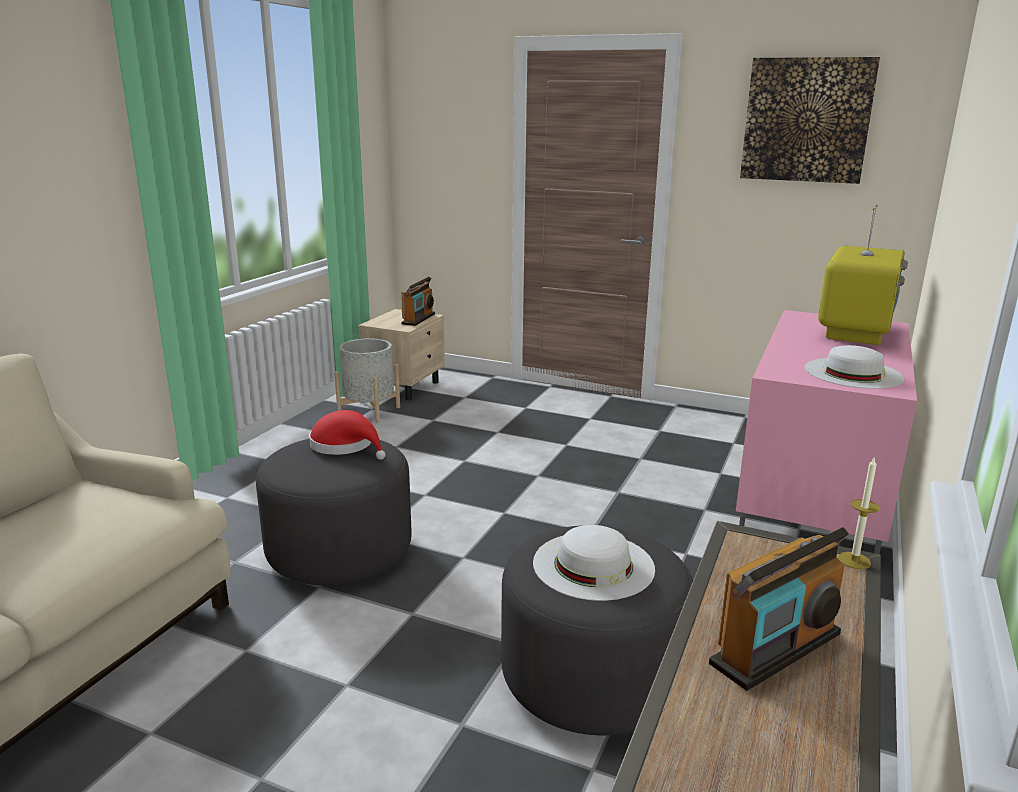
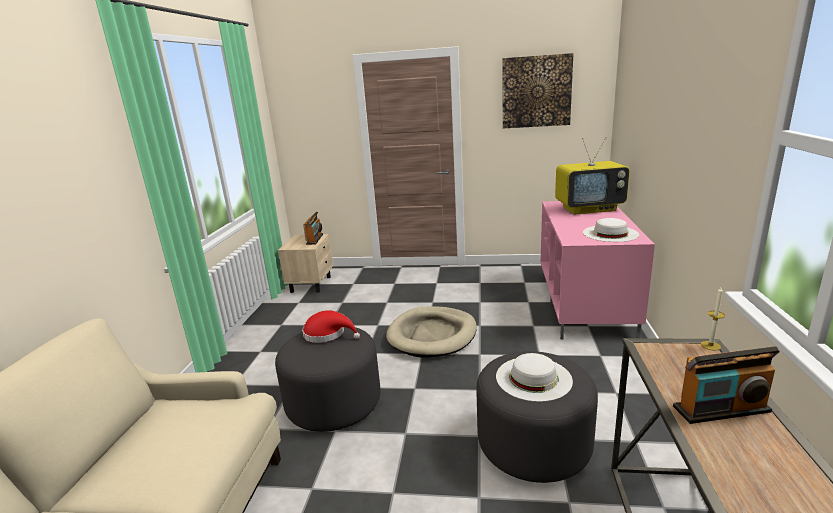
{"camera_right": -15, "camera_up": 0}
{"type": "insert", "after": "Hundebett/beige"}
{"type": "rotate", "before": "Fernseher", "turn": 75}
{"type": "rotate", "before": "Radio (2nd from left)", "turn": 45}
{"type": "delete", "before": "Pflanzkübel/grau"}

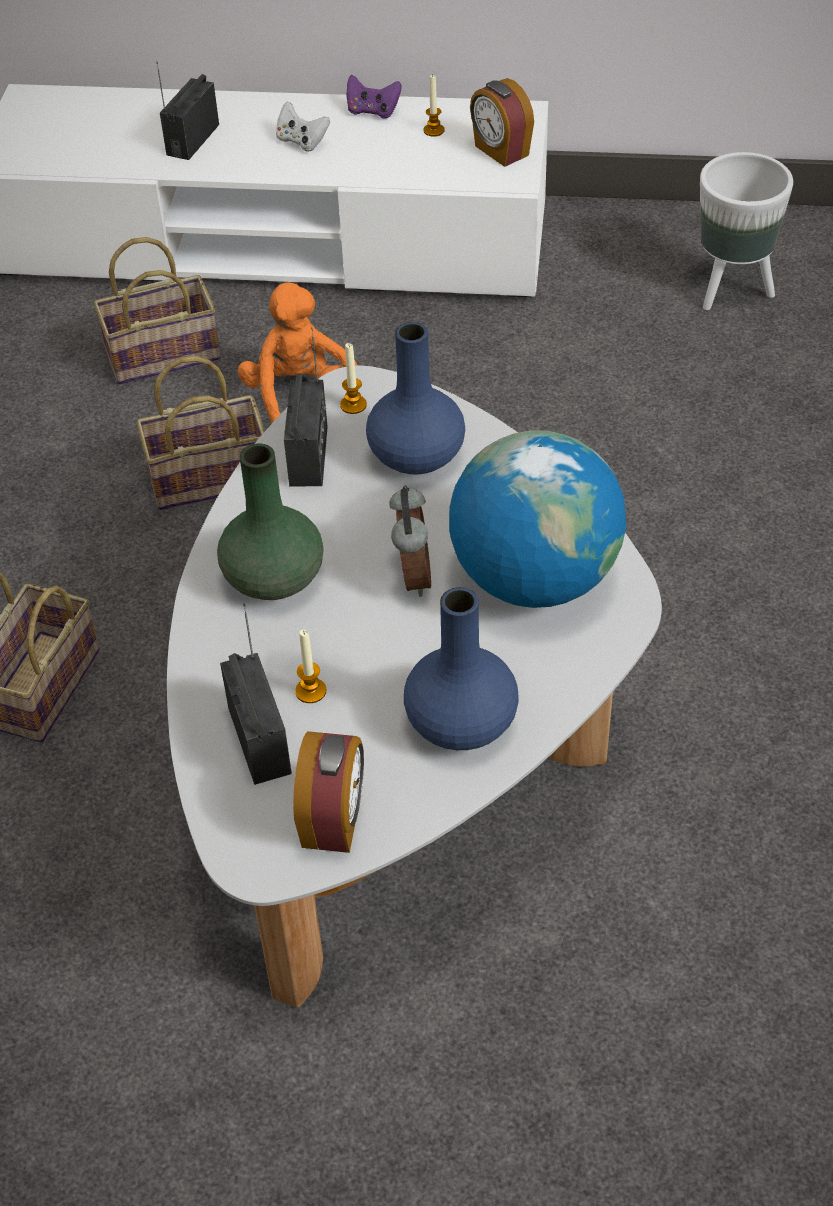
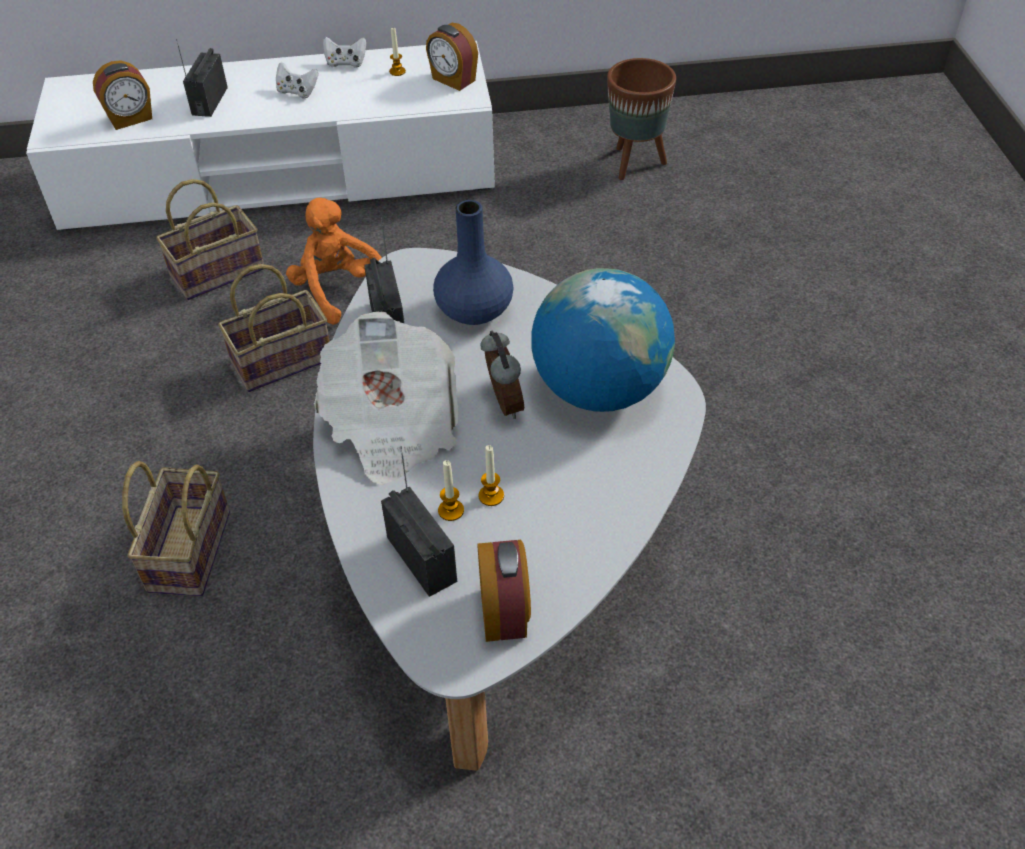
{"camera_right": -15, "camera_up": 0}
{"type": "insert", "after": "Wecker (1st from left)"}
{"type": "replace", "before": "Vase/grün", "after": "Zeitung"}
{"type": "recolor", "before": "Gamepad/lila", "after": "Gamepad/weiß (2nd from left)"}
{"type": "move", "before": "Kerze (2nd from left in the first image)", "after": "Kerze (3rd from left)"}
{"type": "recolor", "before": "Pflanzkübel/weiß", "after": "Pflanzkübel/braun"}
{"type": "delete", "before": "Vase/blau (2nd from left)"}

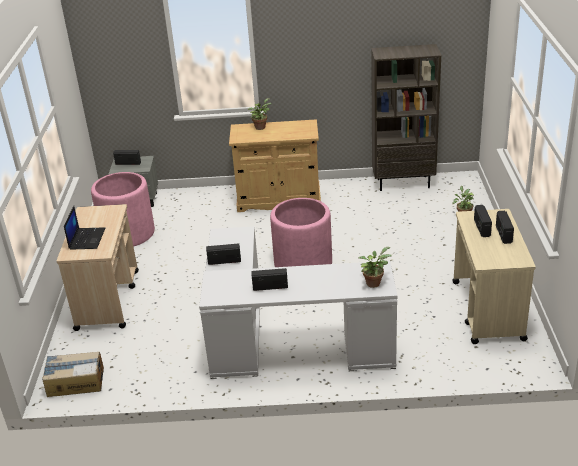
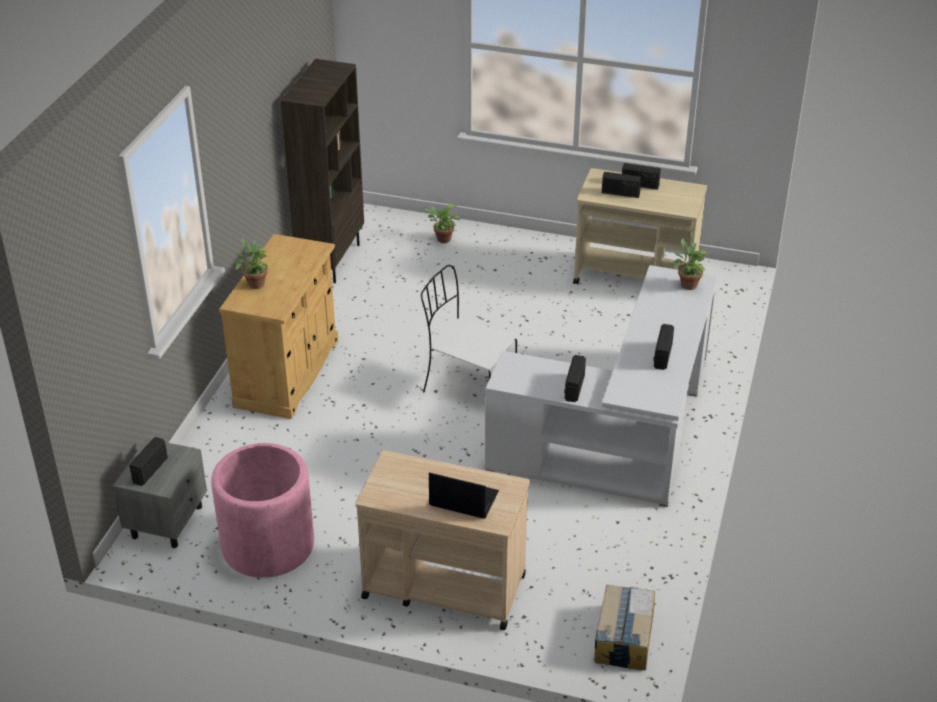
{"camera_right": -75, "camera_up": 5}
{"type": "replace", "before": "Pflanzkübel/rosa (2nd from left)", "after": "Stuhl/weiß"}

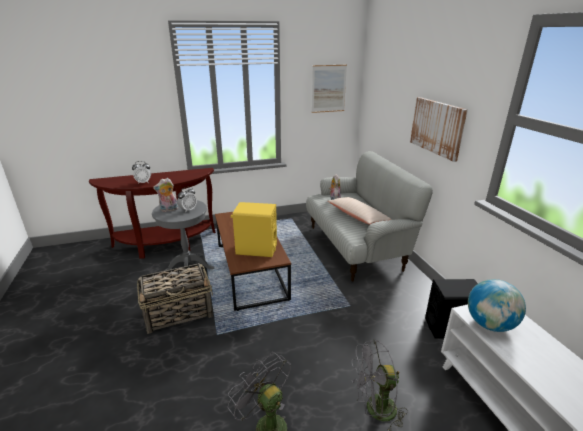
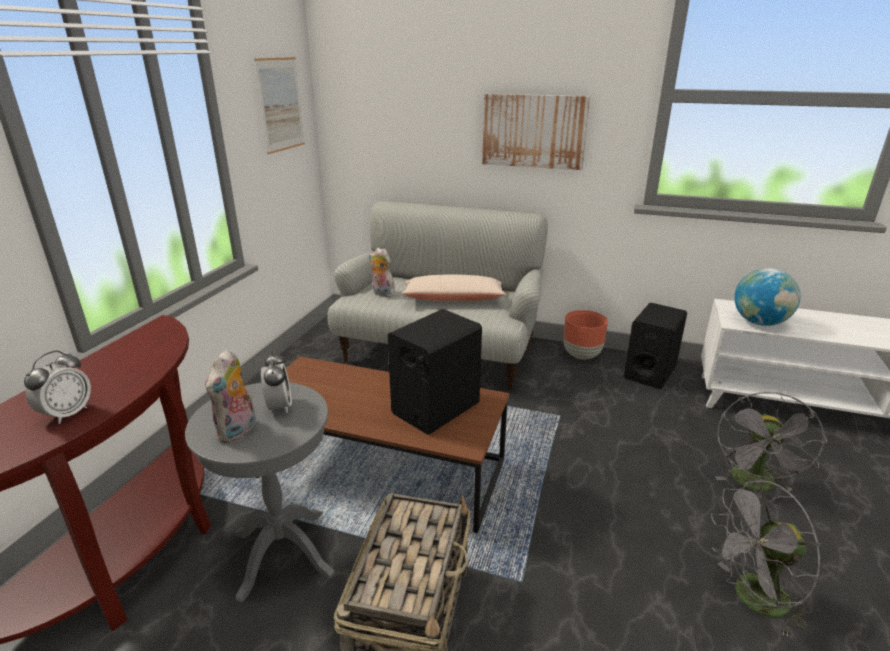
{"camera_right": -55, "camera_up": 0}
{"type": "recolor", "before": "Lautsprecher/gelb", "after": "Lautsprecher/schwarz (1st from left)"}
{"type": "insert", "after": "Pflanzkübel/braun"}

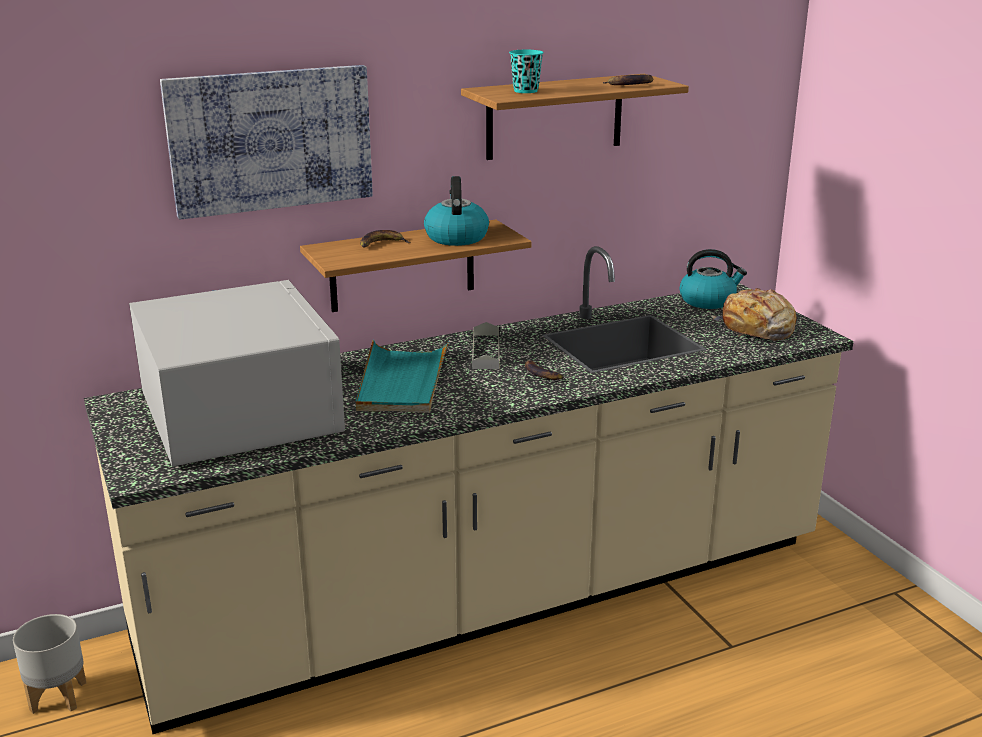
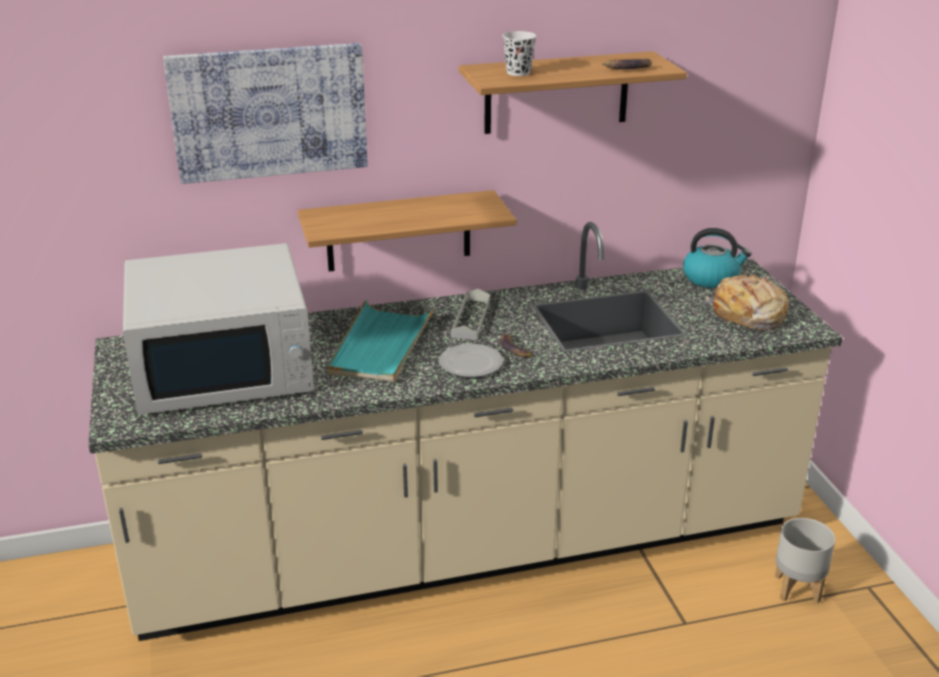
{"camera_right": 10, "camera_up": 5}
{"type": "rotate", "before": "Mikrowelle/weiß", "turn": 90}
{"type": "insert", "after": "Teller"}
{"type": "recolor", "before": "Tasse/türkis", "after": "Tasse/weiß"}
{"type": "move", "before": "Pflanzkübel/grau"}
{"type": "delete", "before": "Banane (1st from left)"}
{"type": "delete", "before": "Wasserkessel (1st from left)"}

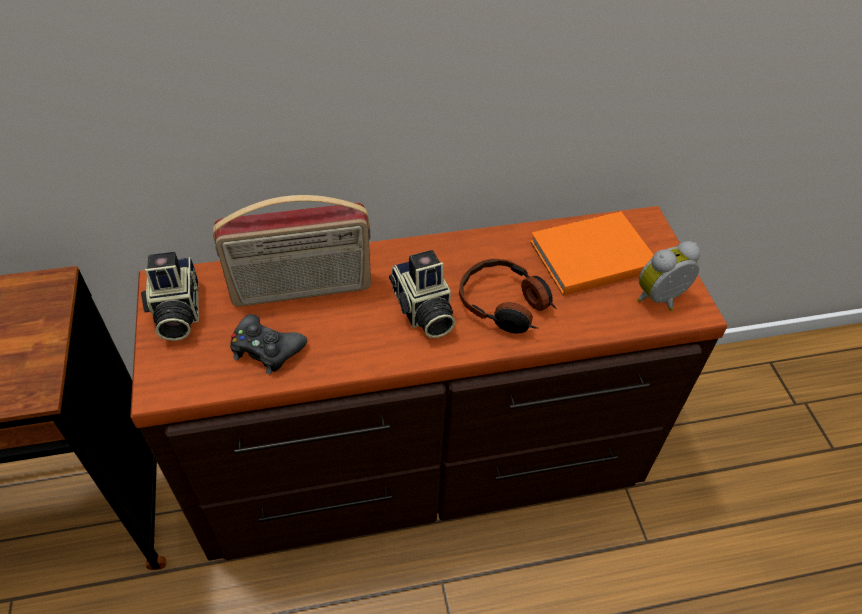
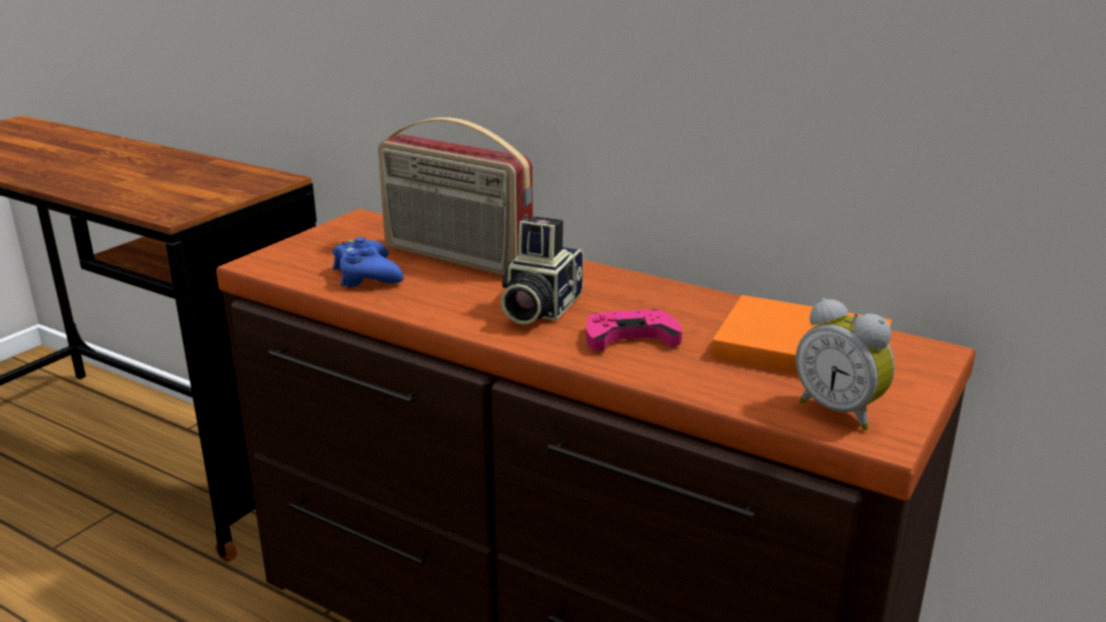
{"camera_right": 45, "camera_up": -25}
{"type": "recolor", "before": "Gamepad/schwarz", "after": "Gamepad/blau"}
{"type": "replace", "before": "Kopfhörer", "after": "Gamepad/rosa"}
{"type": "rotate", "before": "Wecker", "turn": -150}
{"type": "delete", "before": "Kamera (1st from left)"}

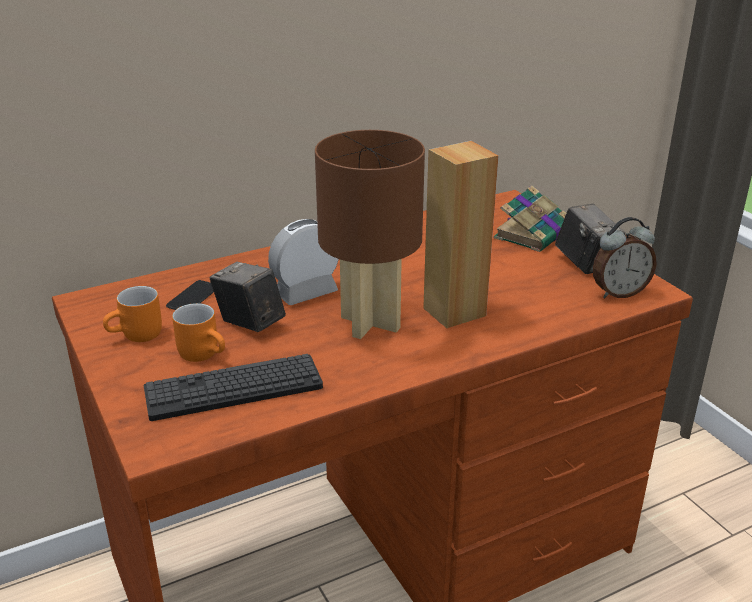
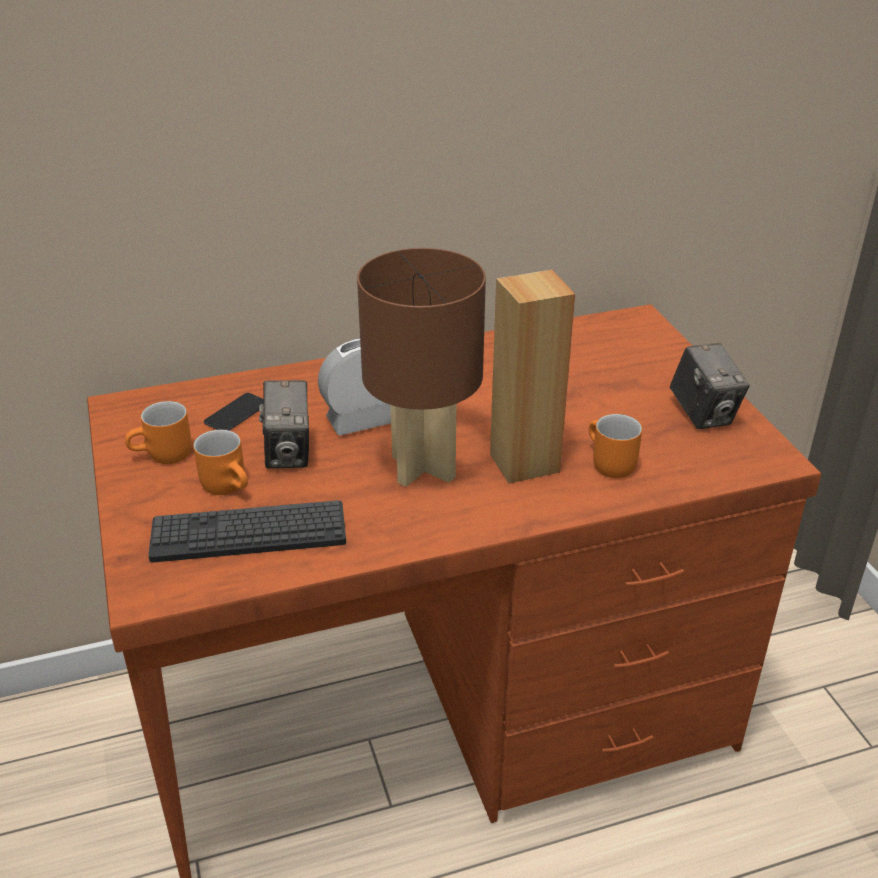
{"camera_right": 10, "camera_up": 5}
{"type": "rotate", "before": "Kamera (1st from left)", "turn": -150}
{"type": "insert", "after": "Henkelbecher/orange (3rd from left)"}
{"type": "delete", "before": "Buch"}
{"type": "delete", "before": "Wecker (2nd from left)"}

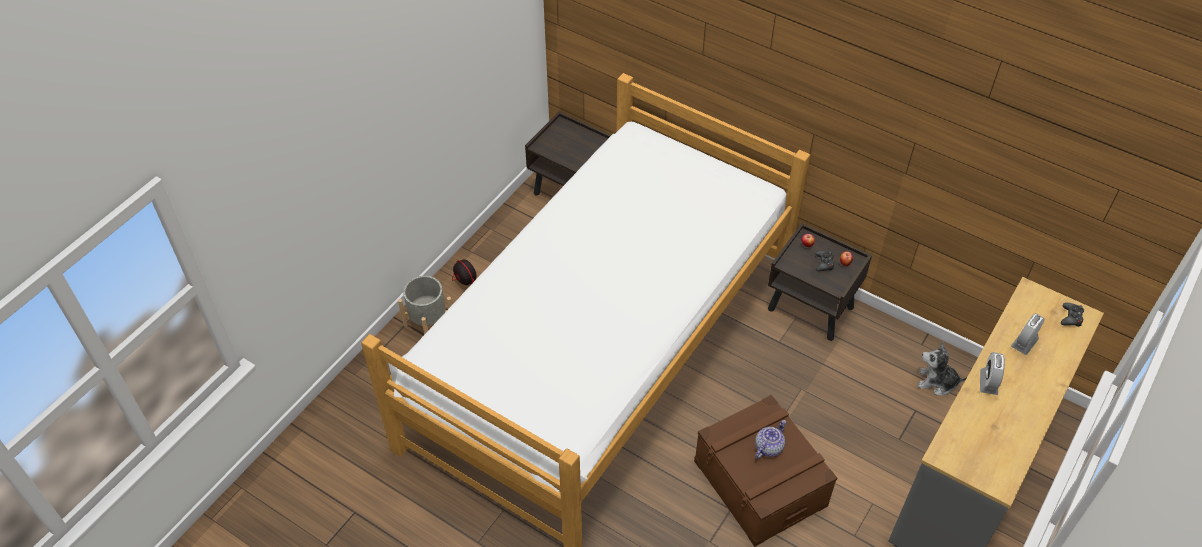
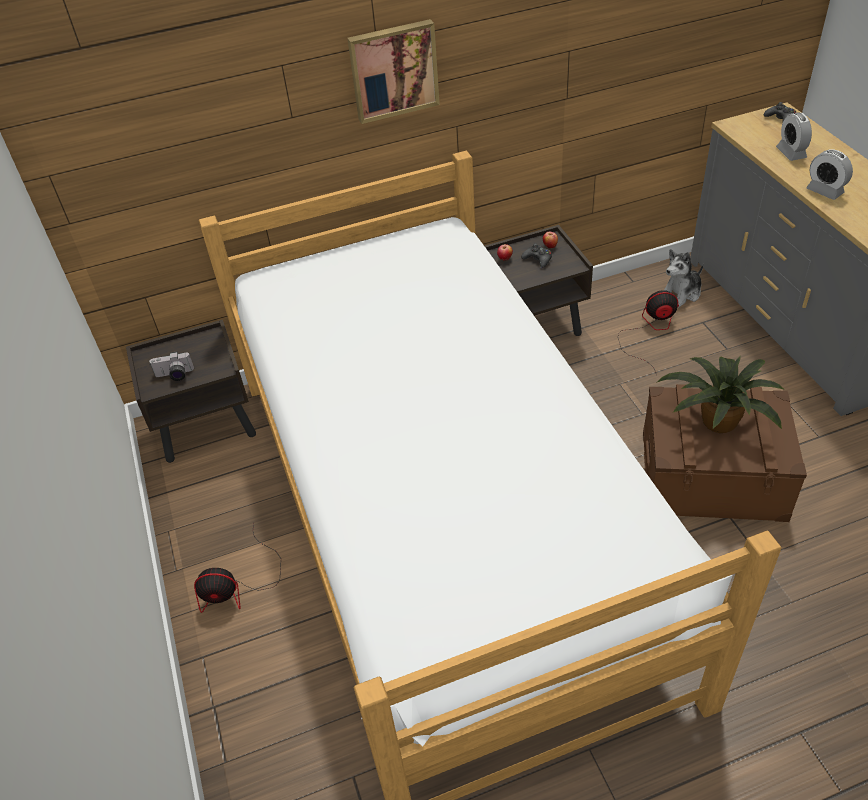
{"camera_right": -50, "camera_up": -5}
{"type": "insert", "after": "Kamera"}
{"type": "insert", "after": "Bild"}
{"type": "insert", "after": "Ventilator (2nd from left)"}
{"type": "replace", "before": "Teekanne", "after": "Topfpflanze"}
{"type": "delete", "before": "Pflanzkübel/grau"}

